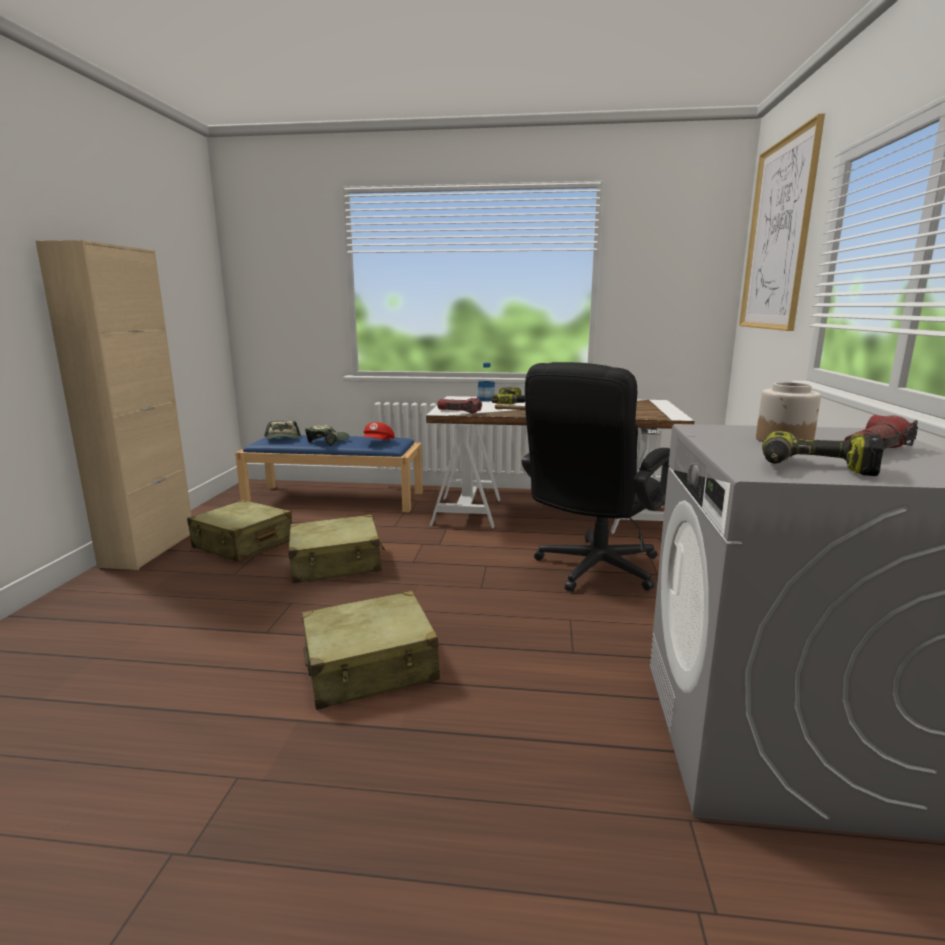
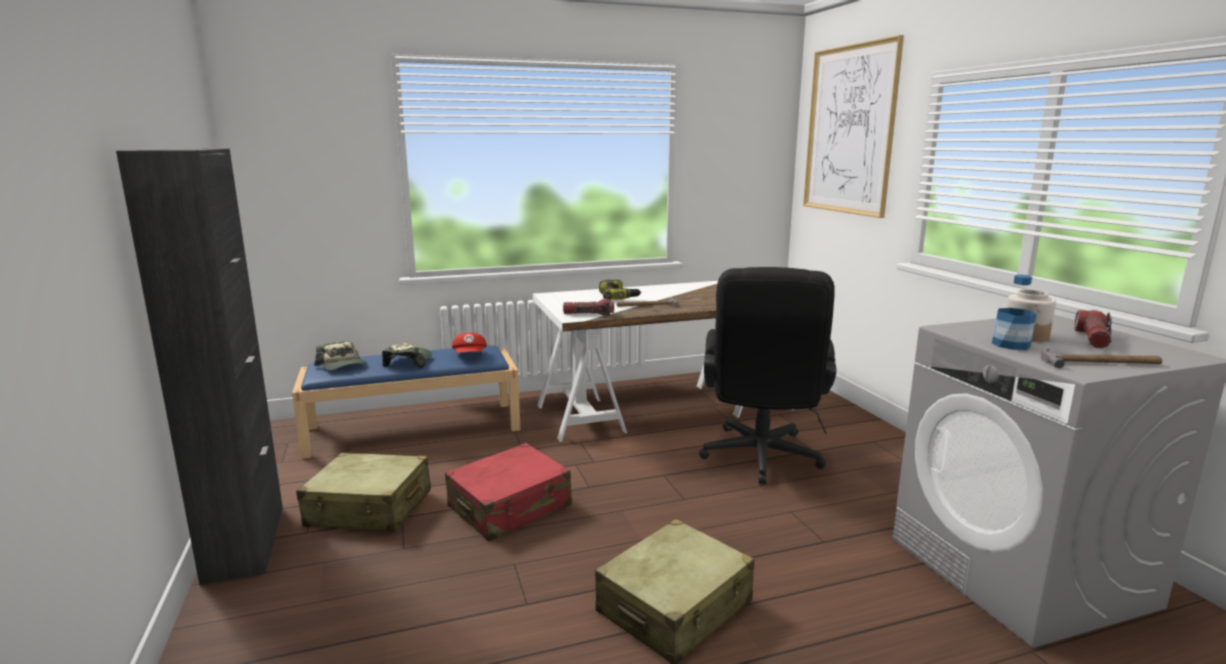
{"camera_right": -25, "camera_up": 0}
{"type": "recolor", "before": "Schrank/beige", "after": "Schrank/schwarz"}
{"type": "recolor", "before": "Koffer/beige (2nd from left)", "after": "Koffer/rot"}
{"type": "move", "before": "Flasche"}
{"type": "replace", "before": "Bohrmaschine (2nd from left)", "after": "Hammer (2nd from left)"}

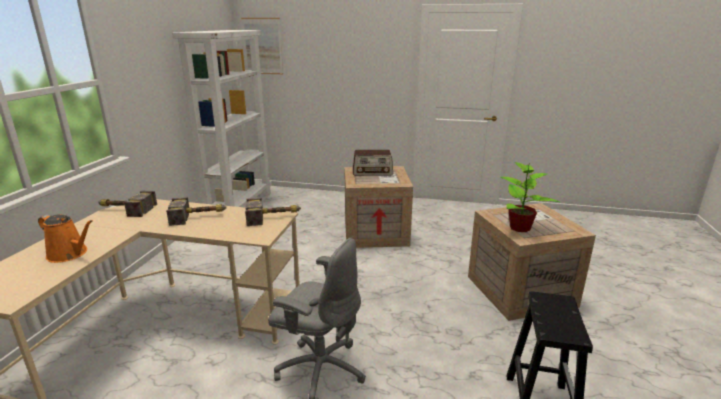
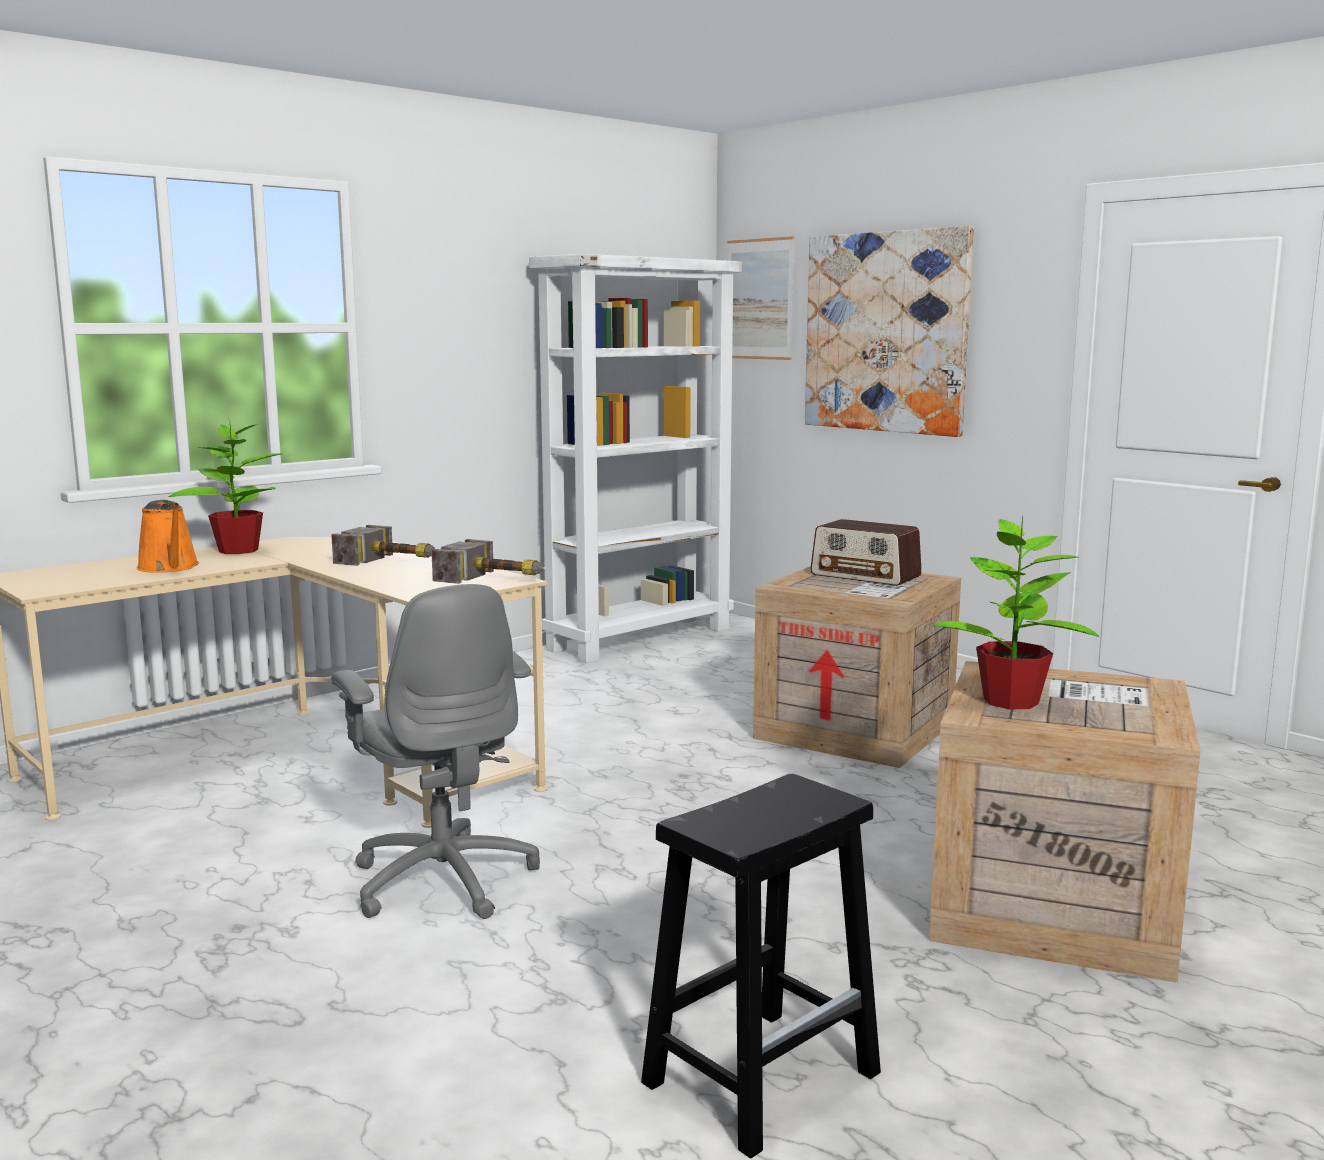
{"camera_right": 35, "camera_up": -10}
{"type": "insert", "after": "Topfpflanze (1st from left)"}
{"type": "insert", "after": "Bild (2nd from left)"}
{"type": "delete", "before": "Hammer (1st from left)"}

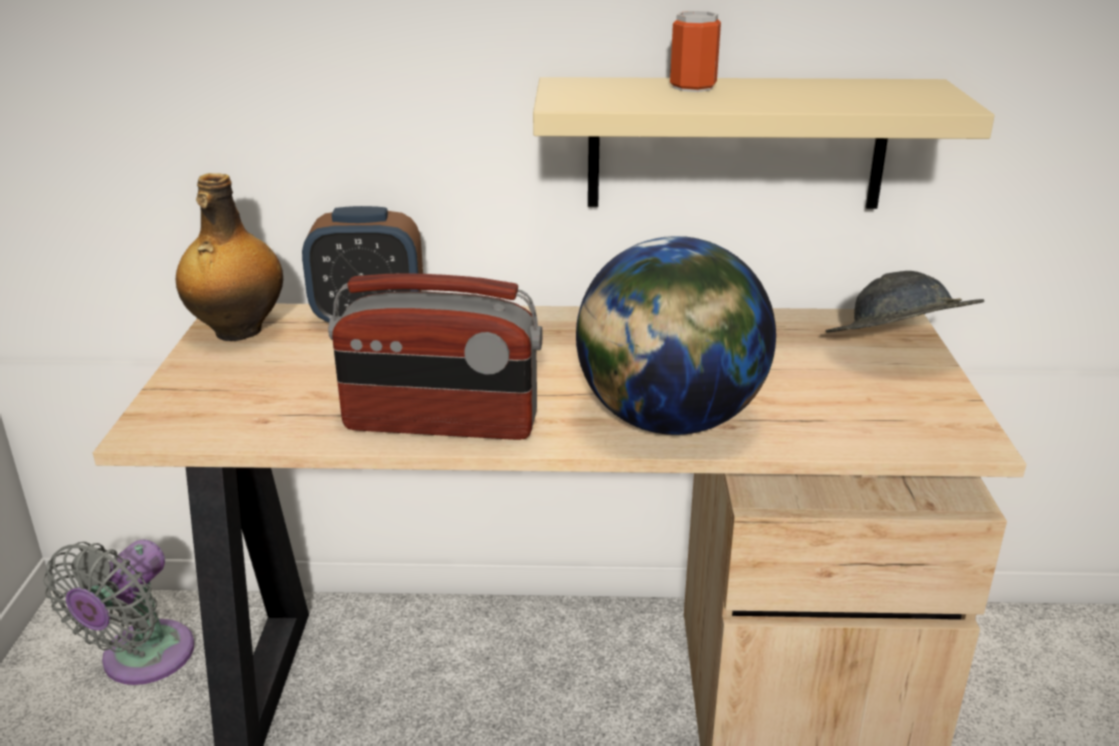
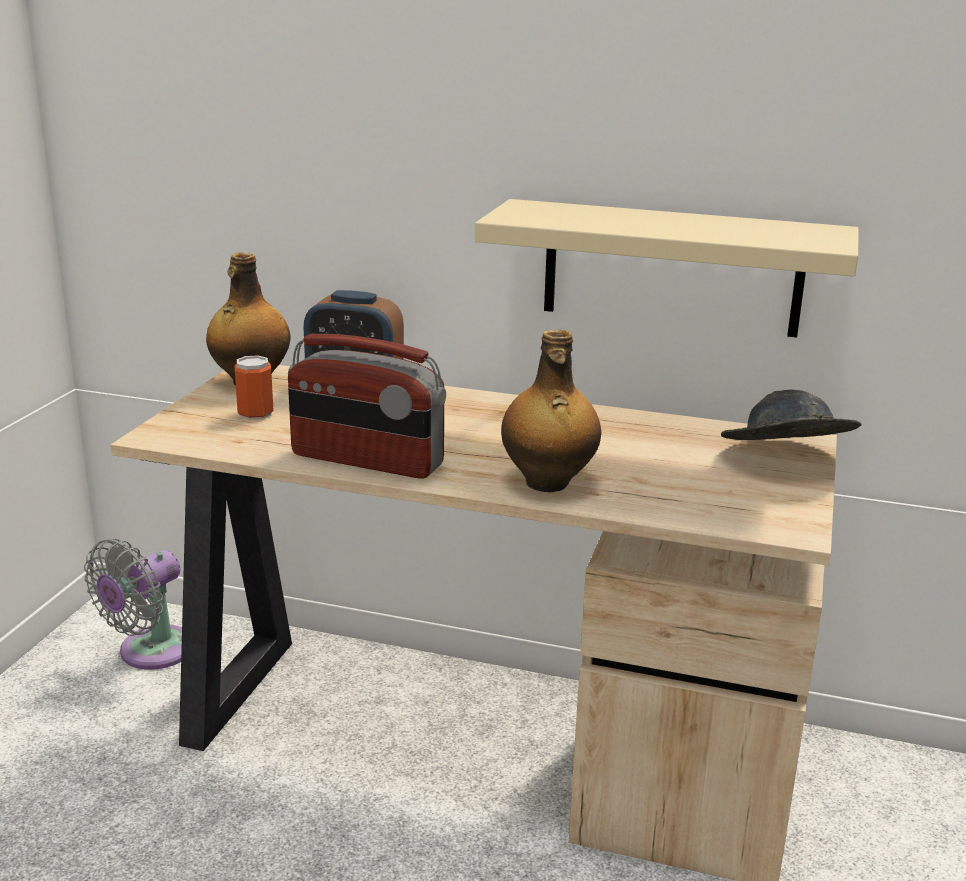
{"camera_right": 15, "camera_up": -5}
{"type": "move", "before": "Dose"}
{"type": "replace", "before": "Globus", "after": "Flasche (2nd from left)"}

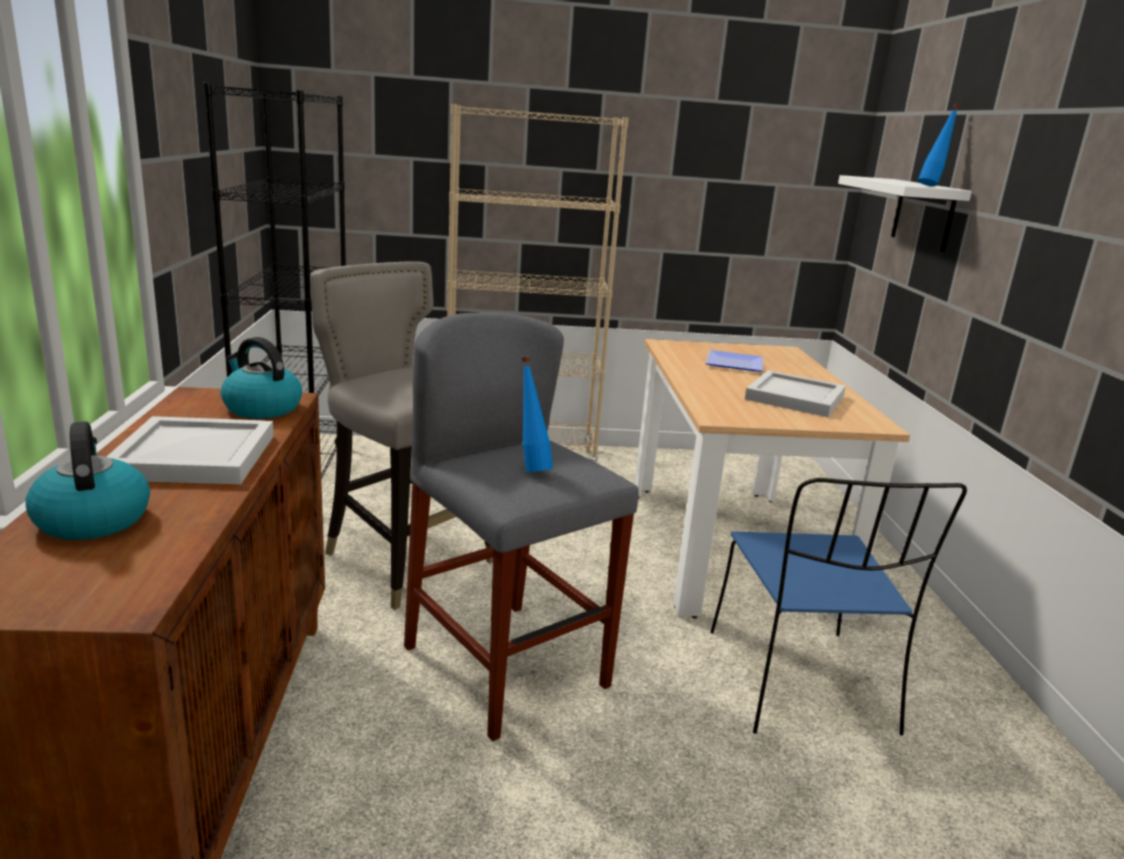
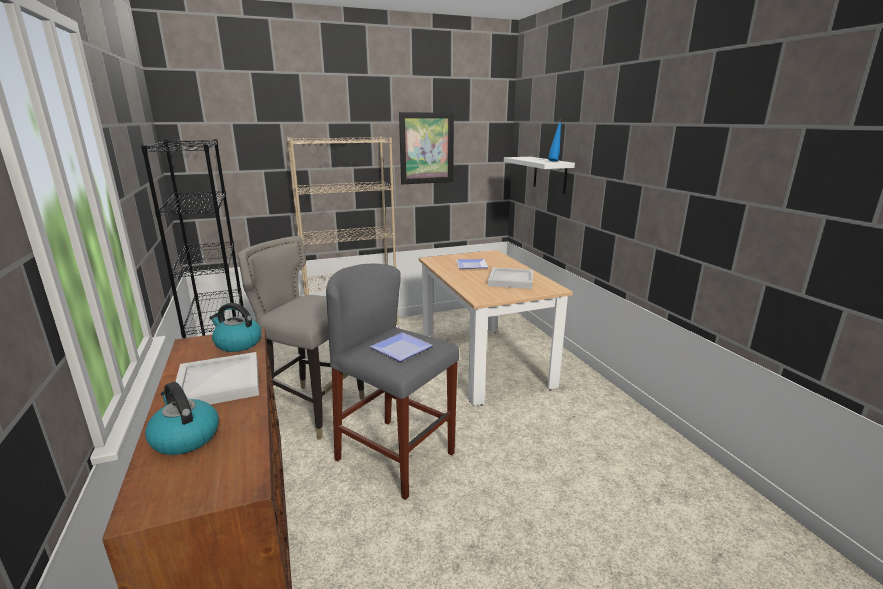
{"camera_right": -15, "camera_up": 0}
{"type": "replace", "before": "Flasche/blau (1st from left)", "after": "Teller (1st from left)"}
{"type": "insert", "after": "Bild"}
{"type": "delete", "before": "Stuhl/blau"}

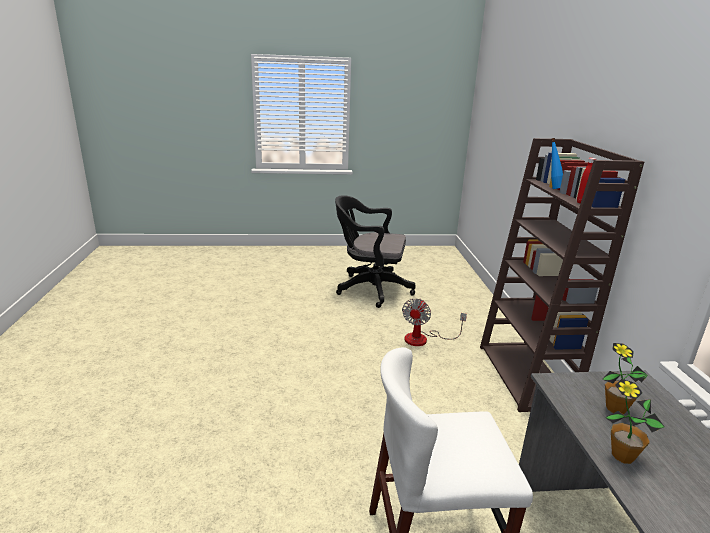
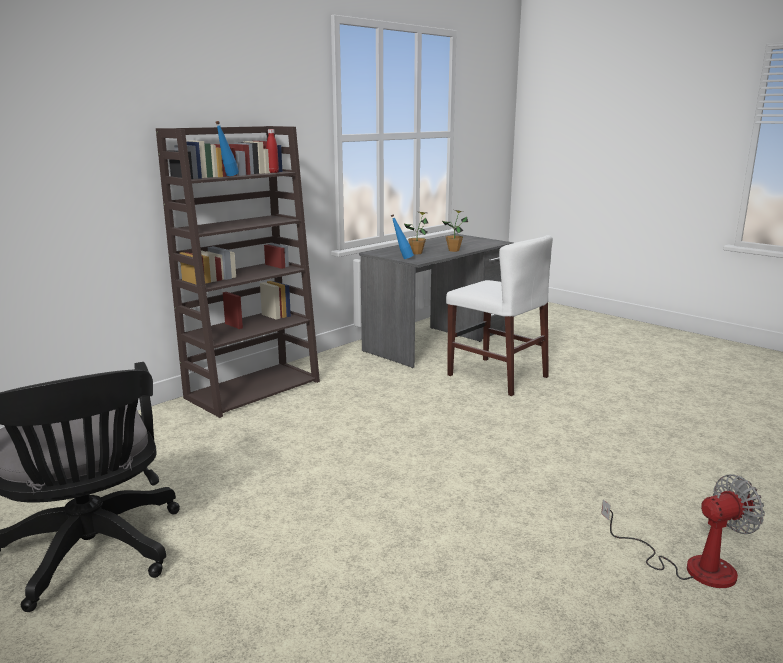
{"camera_right": -130, "camera_up": -5}
{"type": "insert", "after": "Flasche/blau (2nd from left)"}
{"type": "move", "before": "Ventilator"}

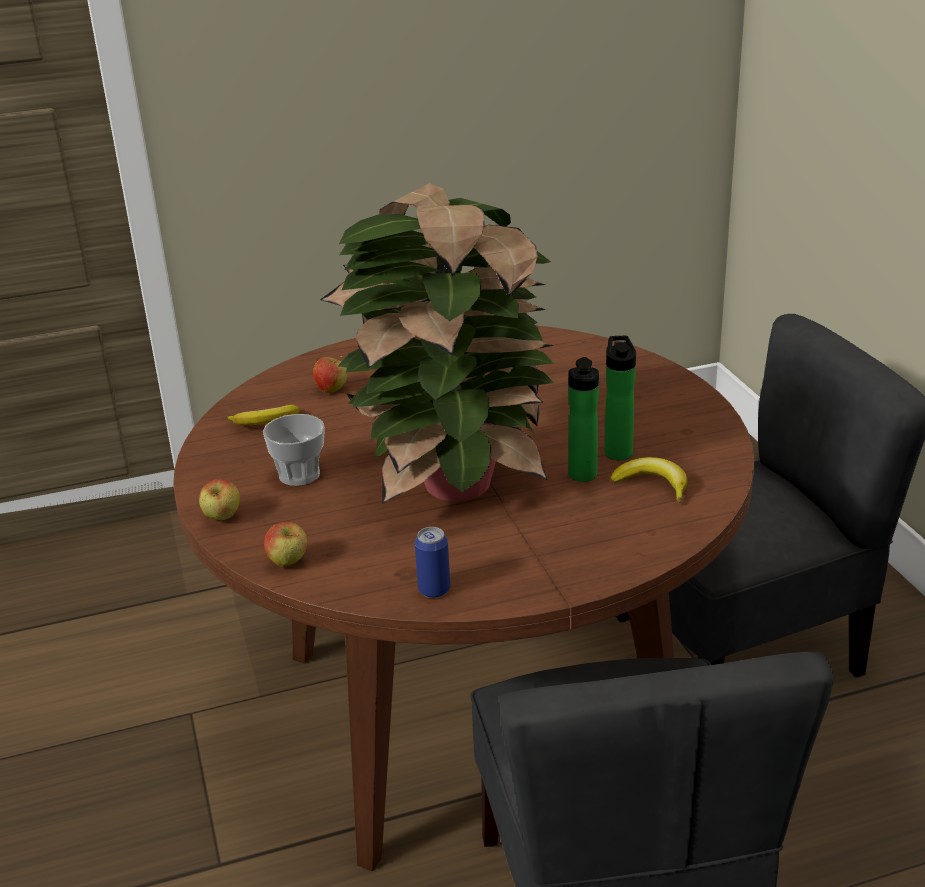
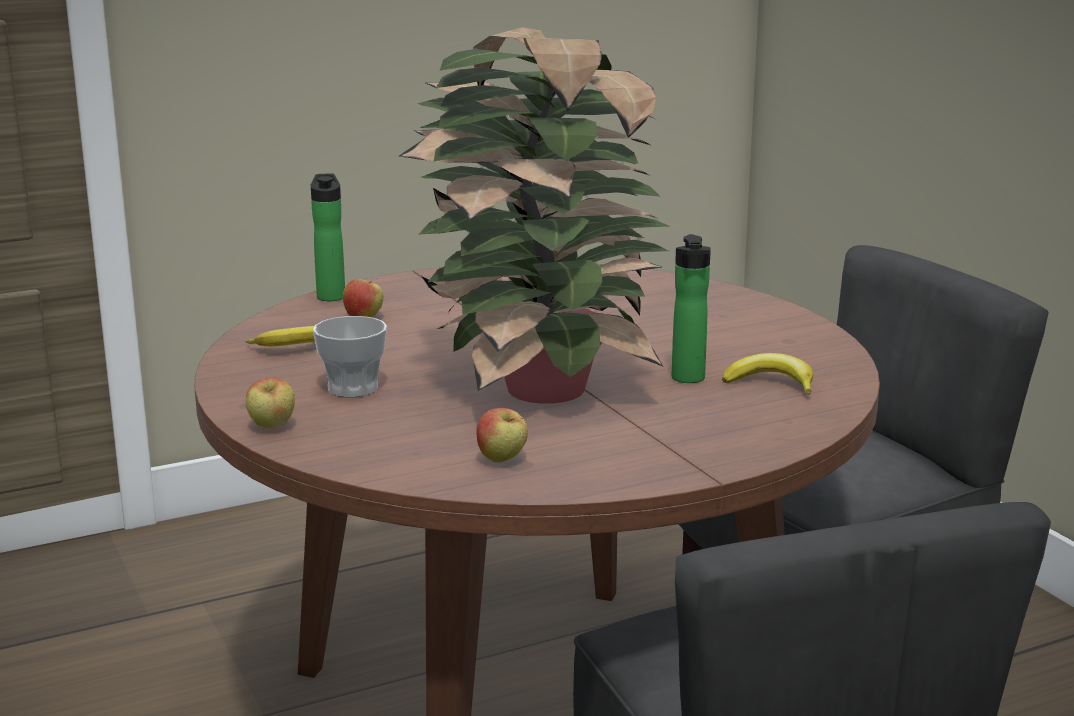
{"camera_right": -10, "camera_up": -10}
{"type": "move", "before": "Flasche (2nd from left in the first image)", "after": "Flasche (1st from left)"}
{"type": "move", "before": "Apfel (2nd from left in the first image)", "after": "Apfel (3rd from left)"}
{"type": "delete", "before": "Dose"}

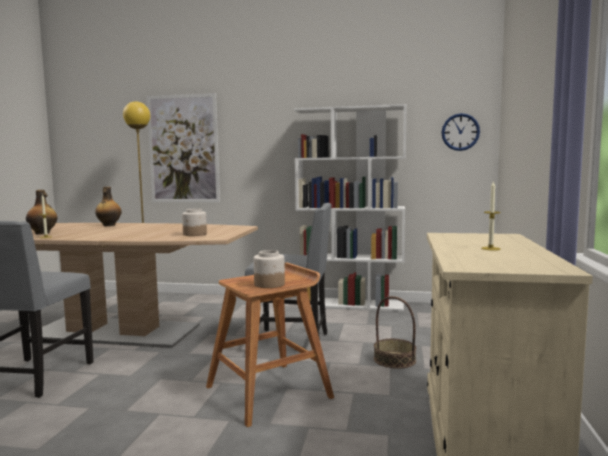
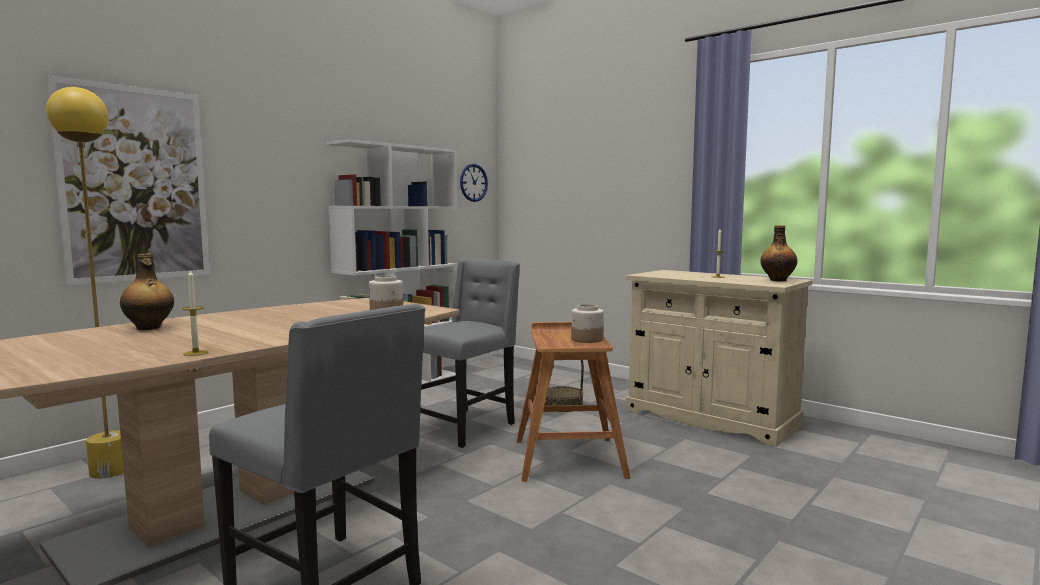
{"camera_right": -60, "camera_up": 0}
{"type": "move", "before": "Flasche (1st from left in the first image)", "after": "Flasche (2nd from left)"}

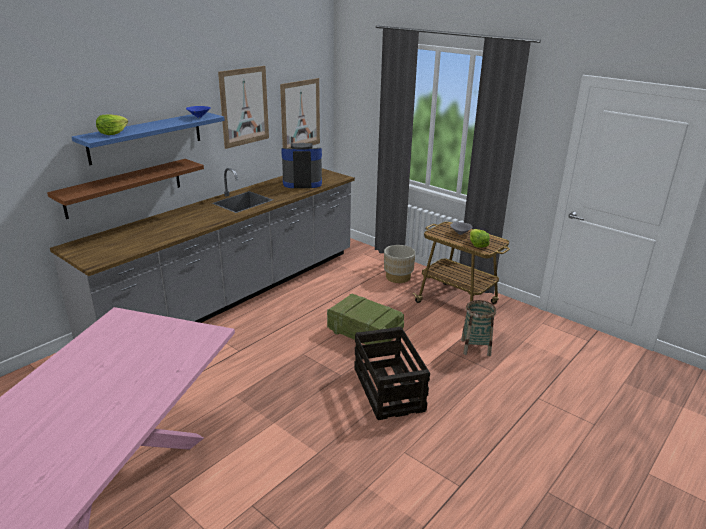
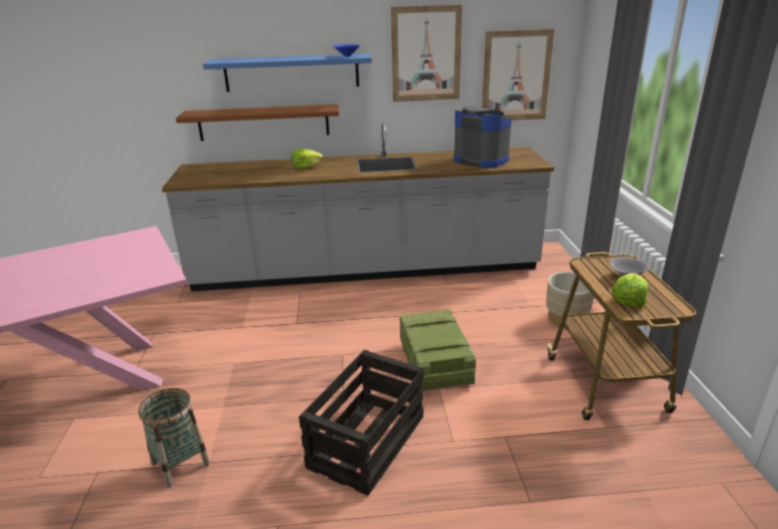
{"camera_right": 45, "camera_up": 0}
{"type": "move", "before": "Korb"}
{"type": "move", "before": "Salatkopf (1st from left)"}

